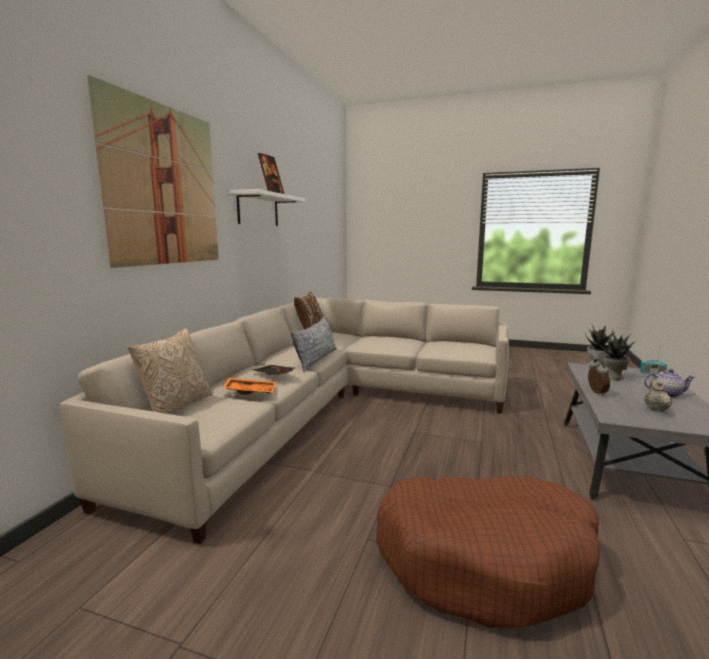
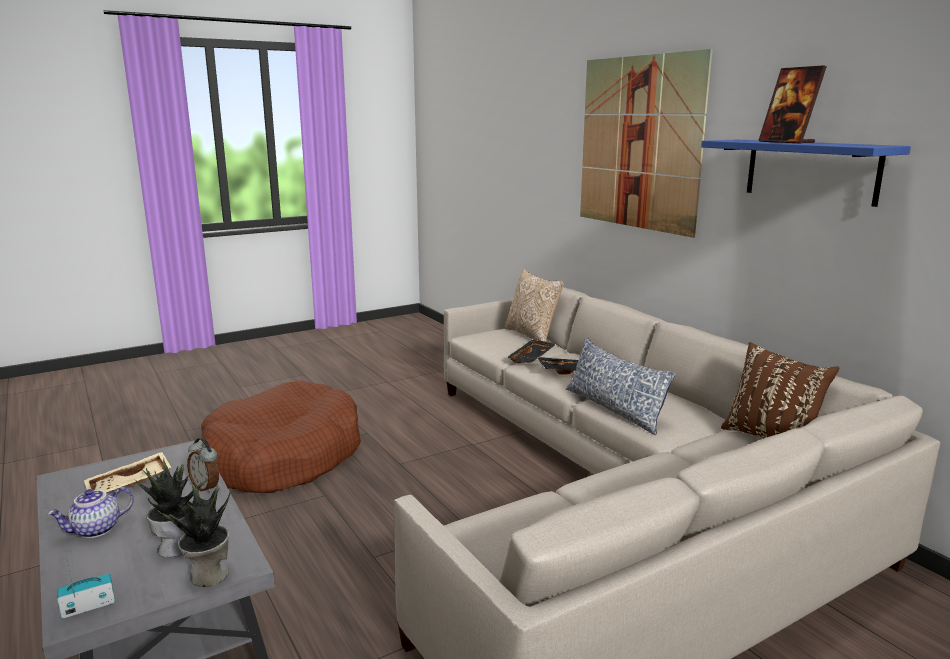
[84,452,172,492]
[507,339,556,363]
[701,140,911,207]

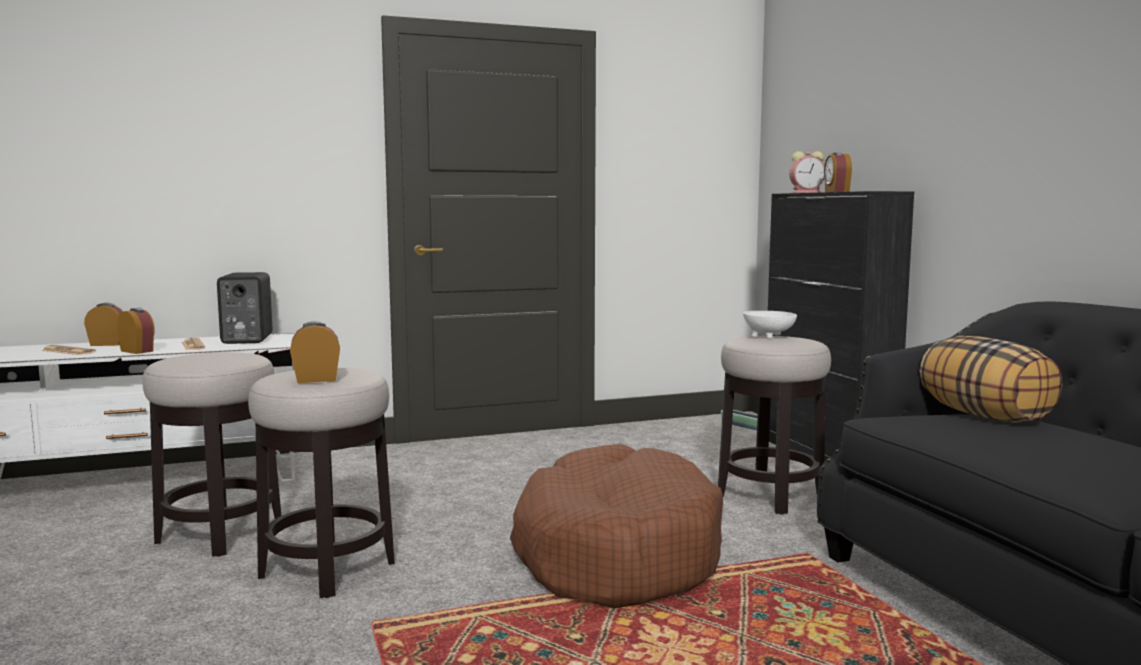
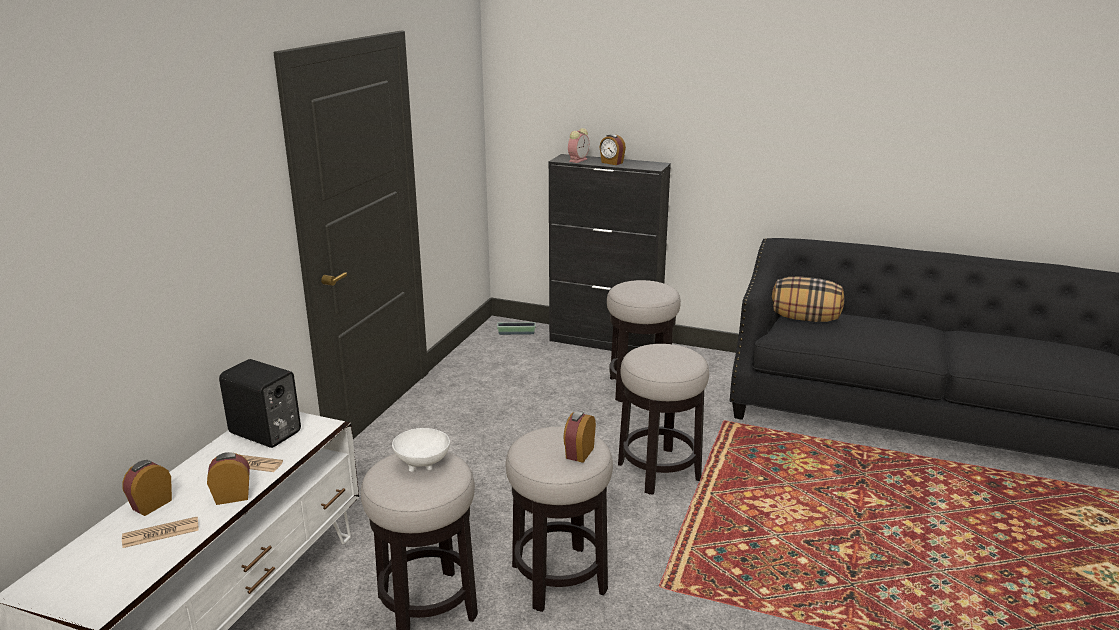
[392,428,450,472]
[618,344,709,495]

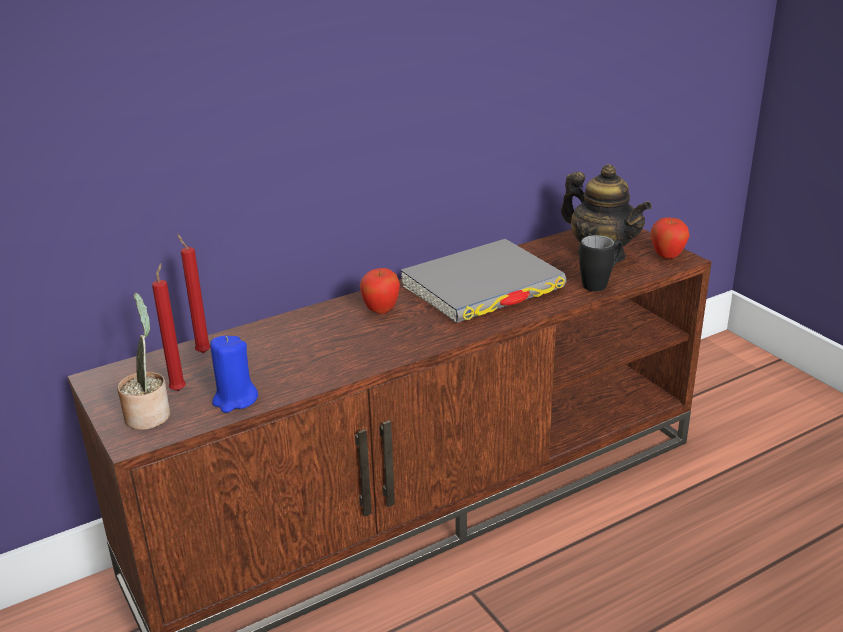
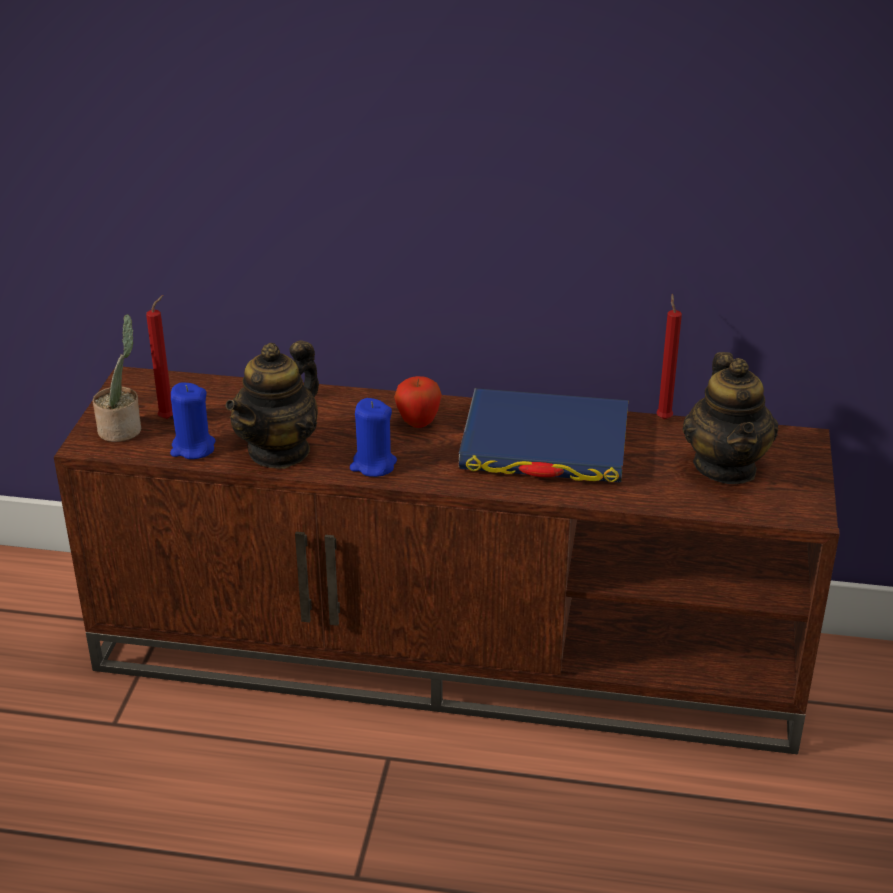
[225,340,319,469]
[350,398,397,477]
[459,388,628,483]
[656,294,682,419]
[579,235,623,291] (first image)
[651,217,690,259] (first image)

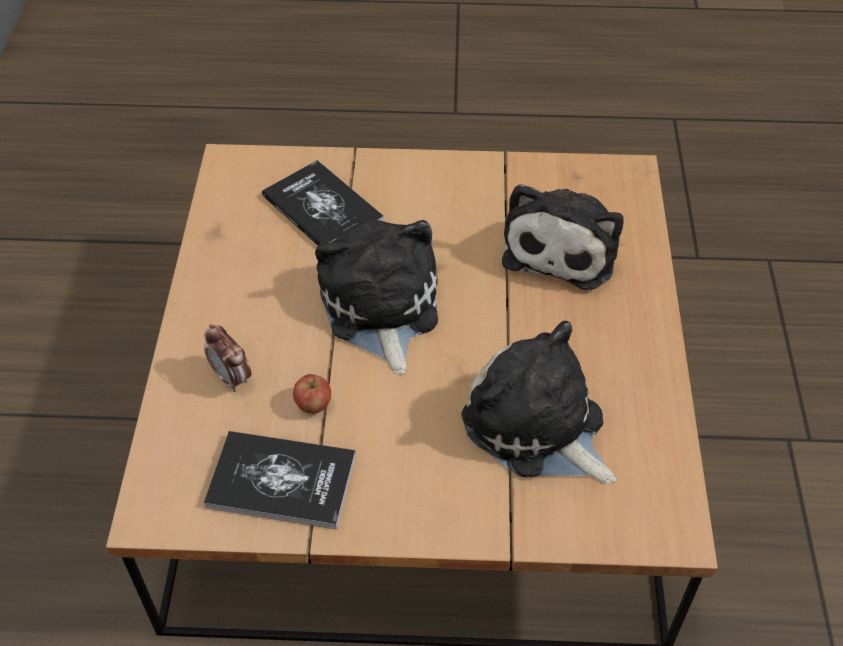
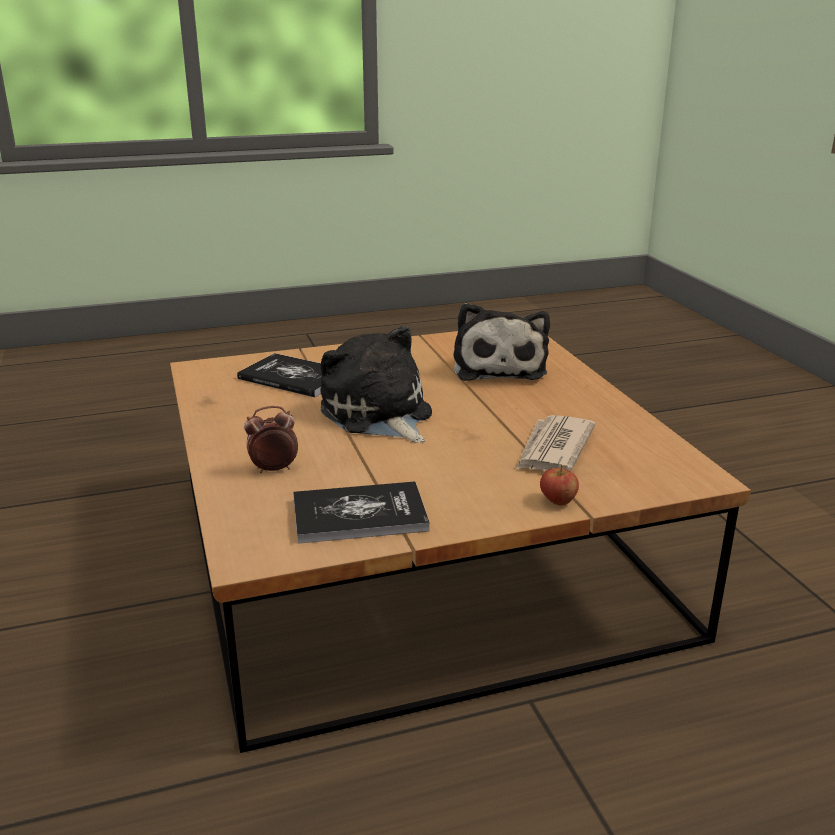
[244,406,298,473]
[516,415,596,471]
[540,465,579,506]

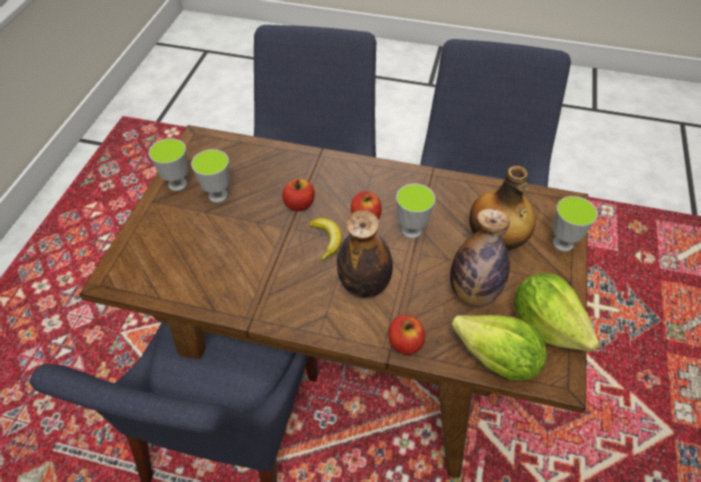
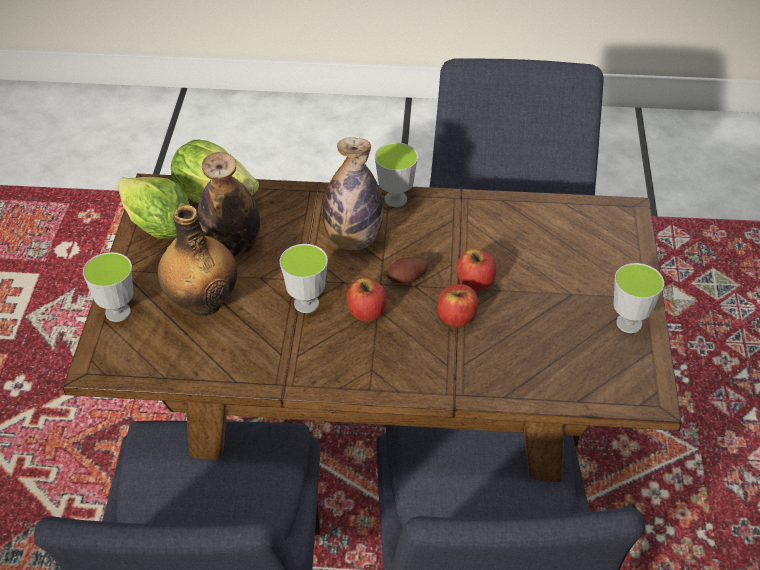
[375,142,418,207]
[387,257,429,283]
[457,249,496,291]

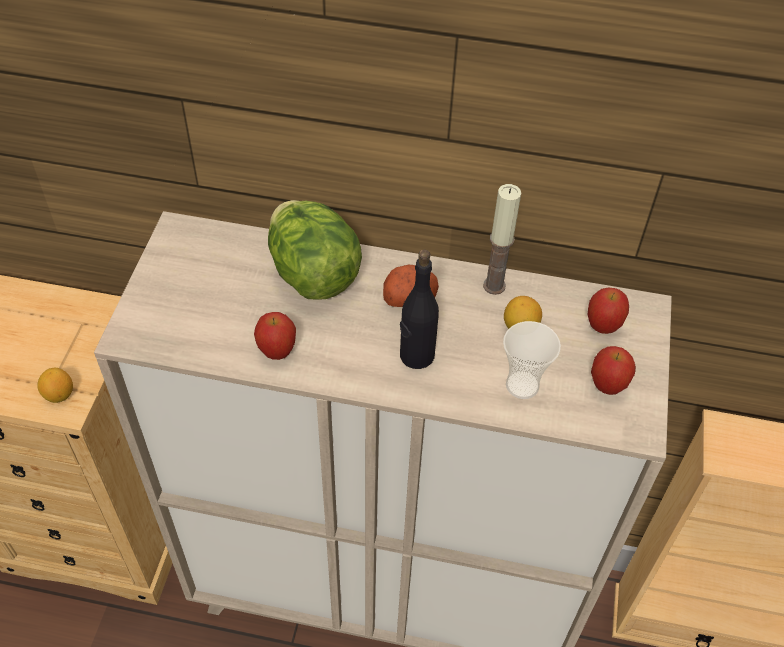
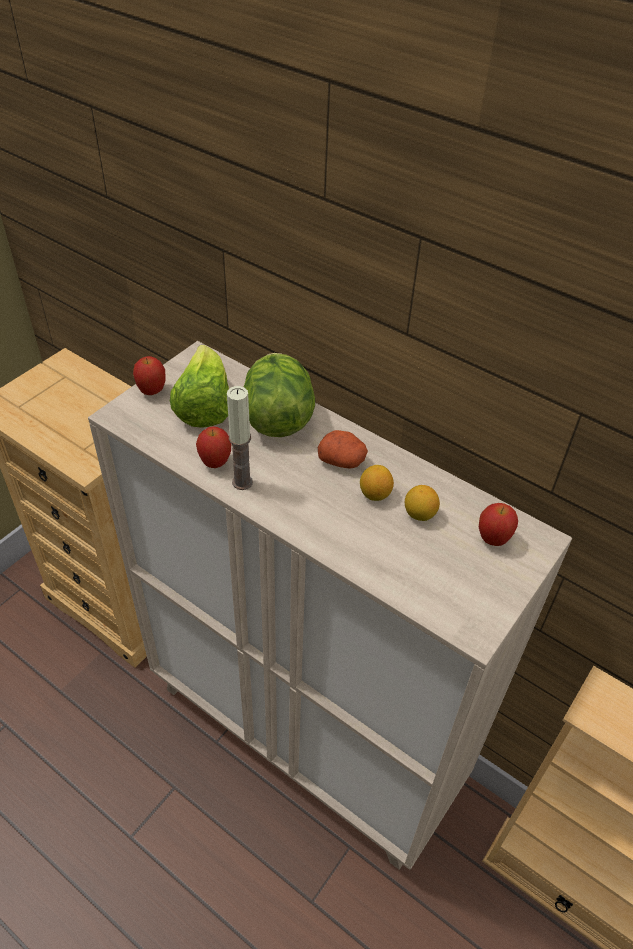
[133,356,166,395]
[170,345,229,428]
[227,386,253,490]
[360,465,394,501]
[400,250,439,369] (first image)
[503,321,561,399] (first image)

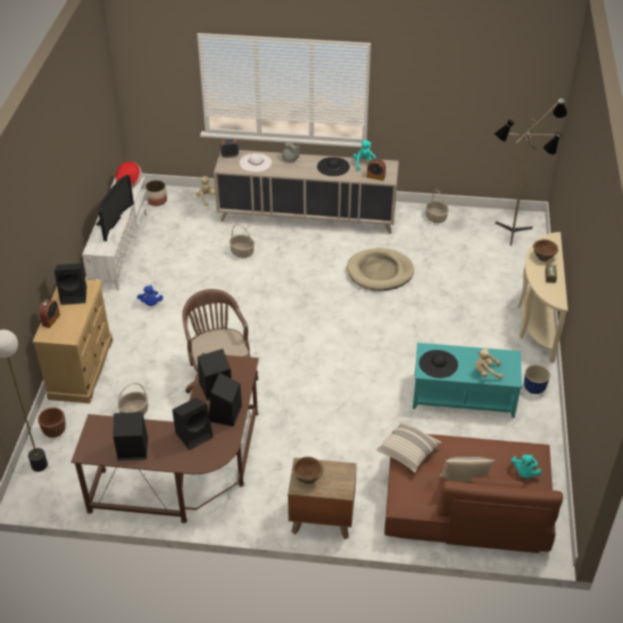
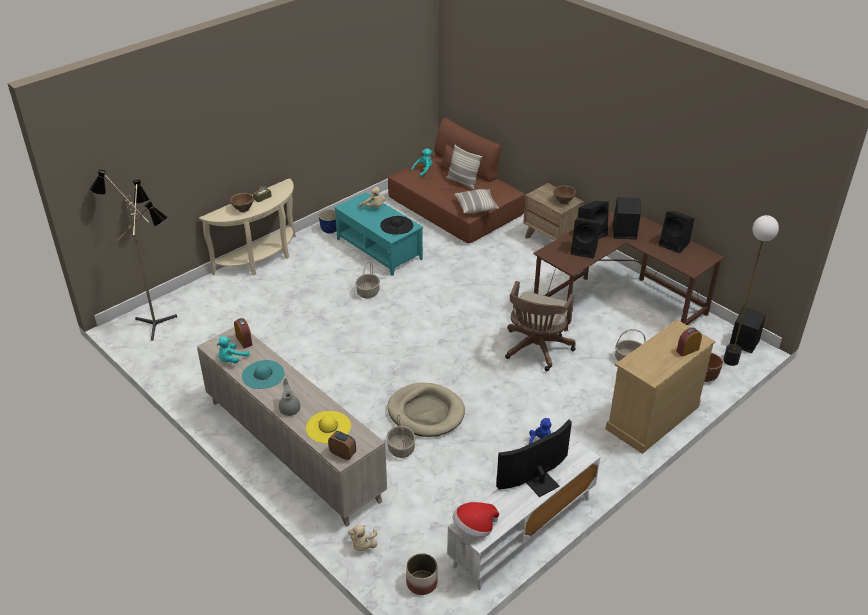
[242,360,285,389]
[306,411,351,443]
[355,262,380,298]
[388,382,465,437]
[730,306,766,353]

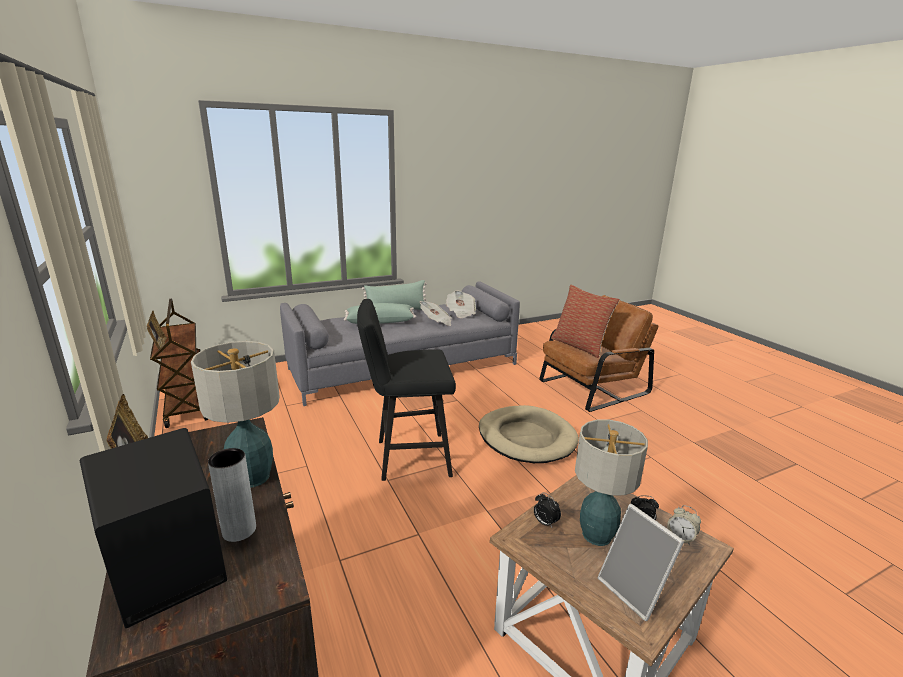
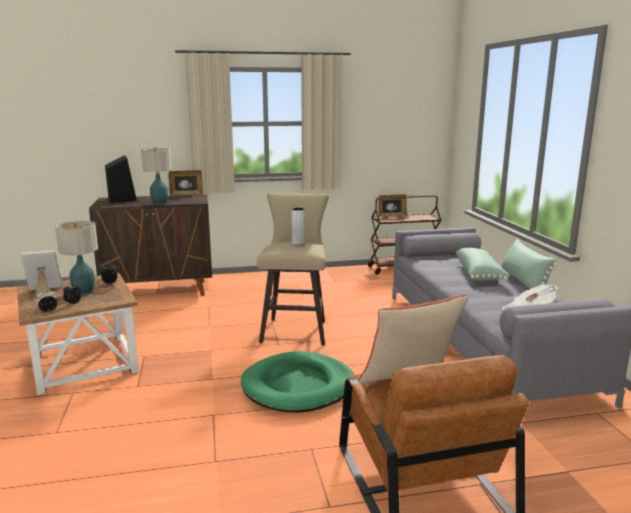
[241,351,354,413]
[257,193,329,345]
[291,208,305,245]
[420,301,452,326] (first image)

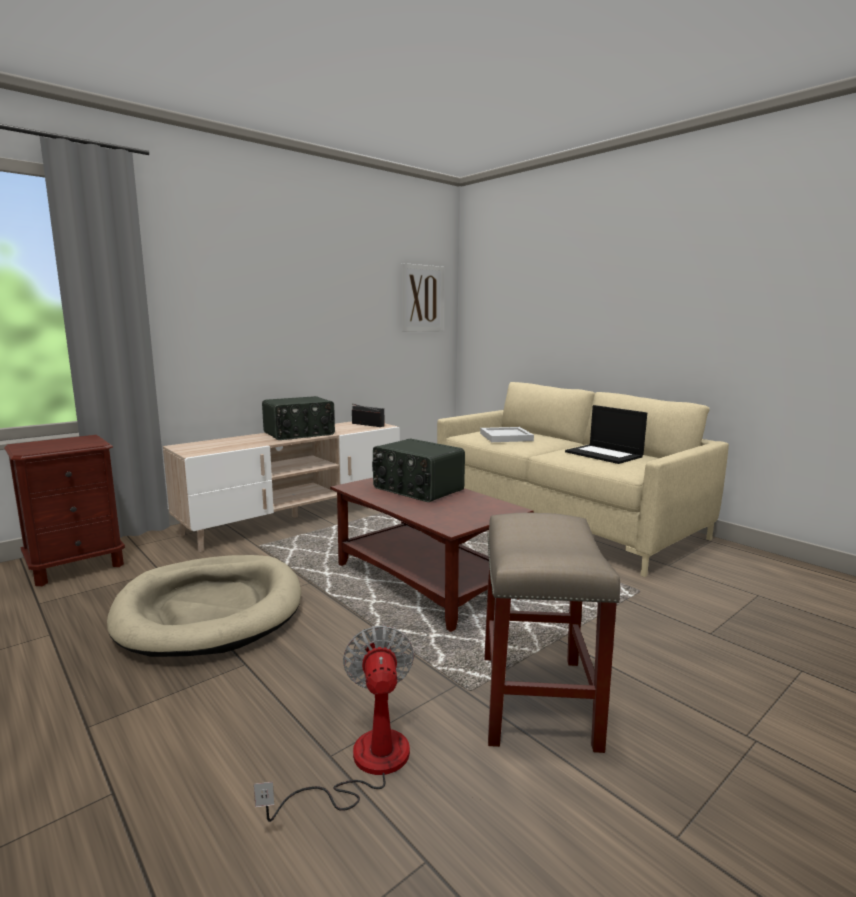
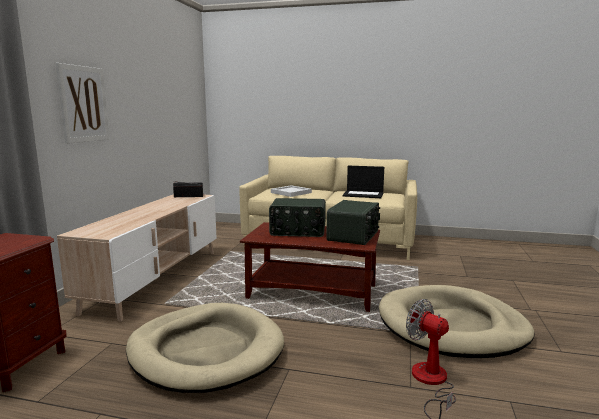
[56,63,109,144]
[326,200,380,245]
[379,285,534,358]

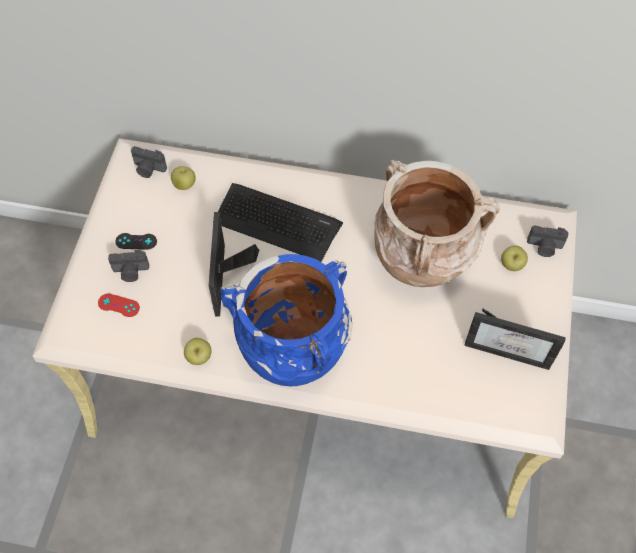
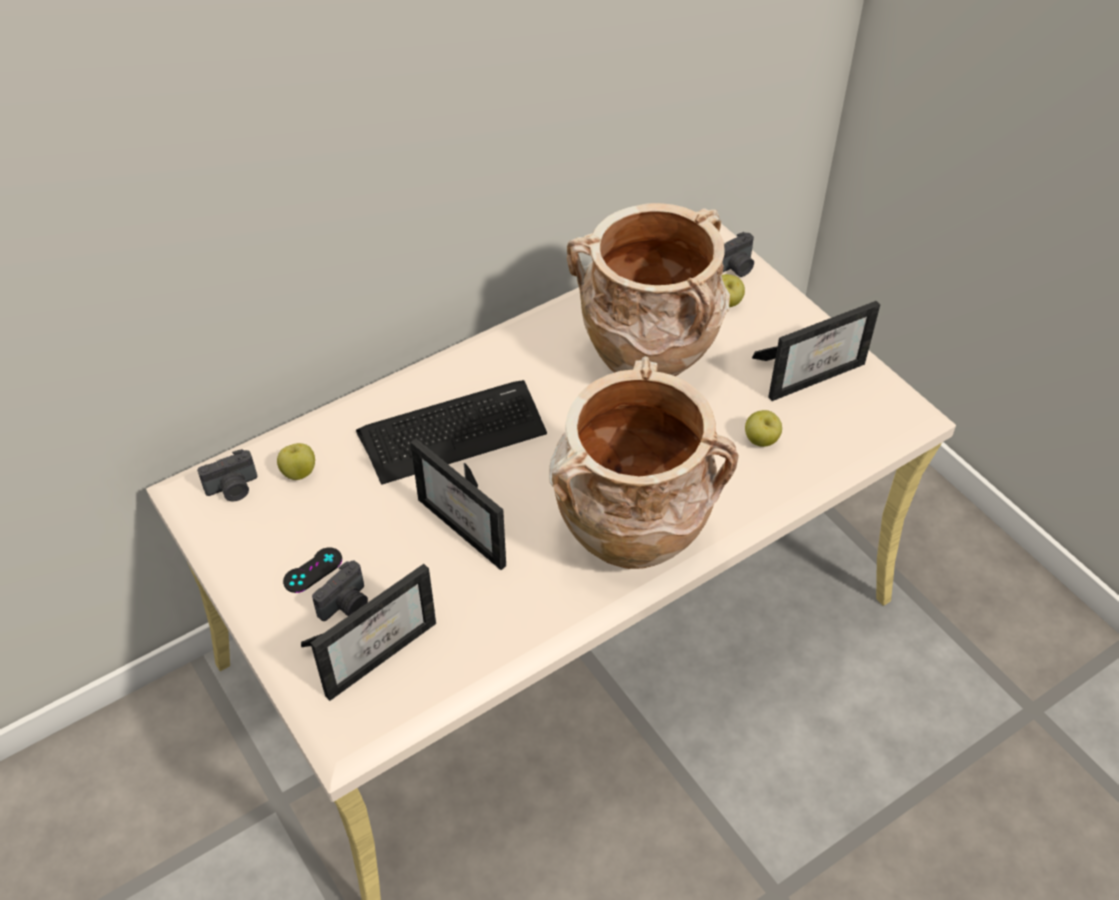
[301,564,436,701]
[549,356,739,569]
[745,410,782,447]

